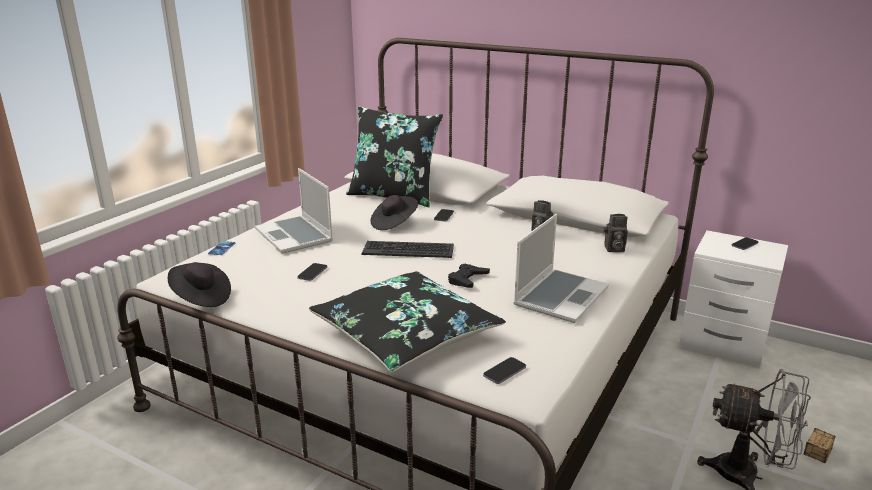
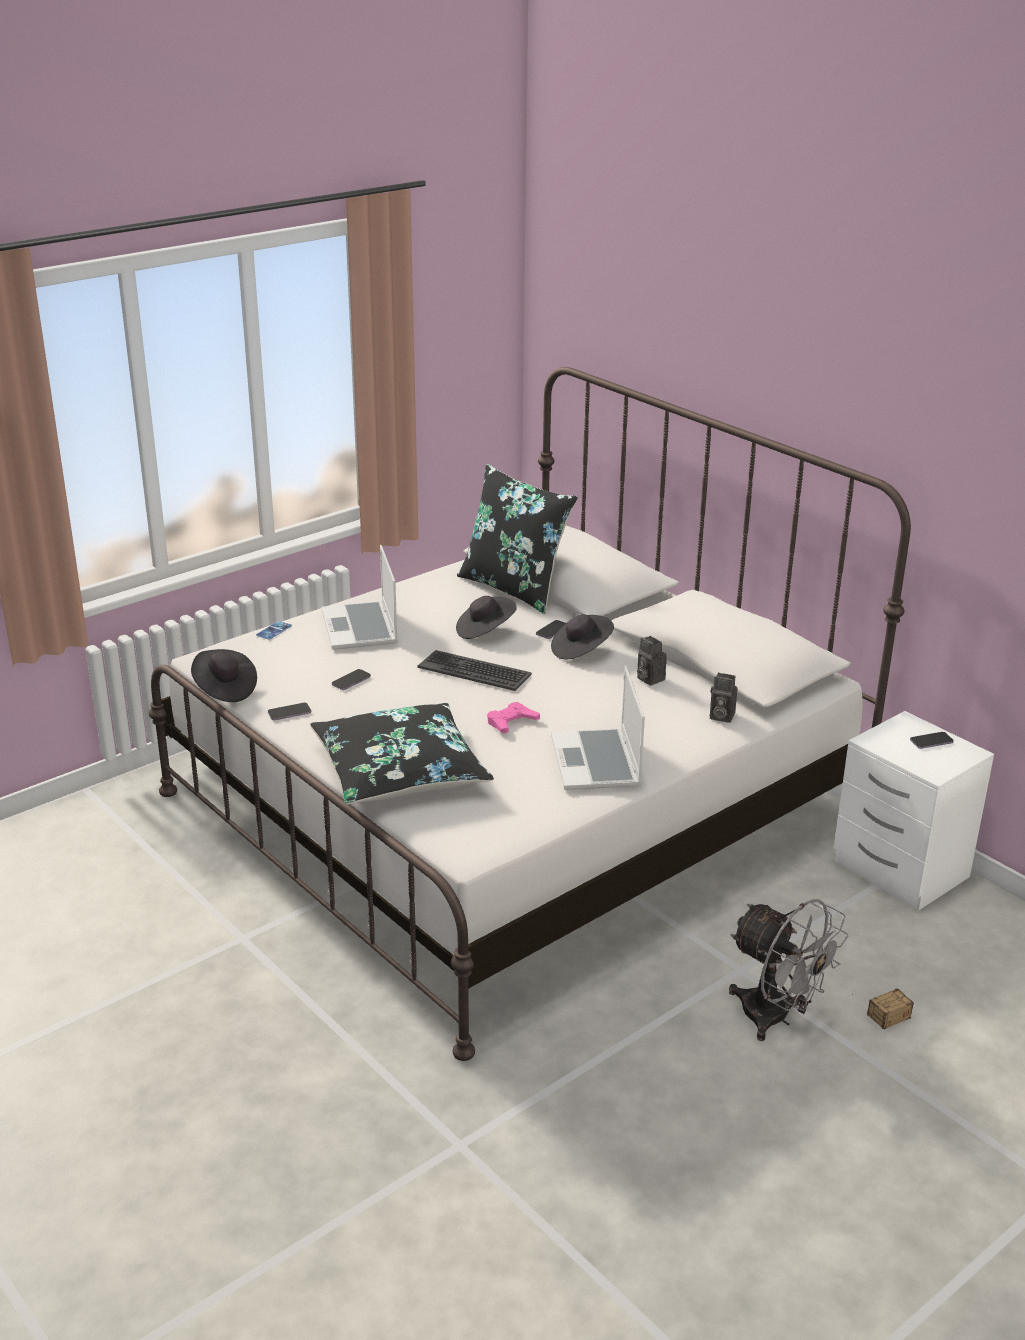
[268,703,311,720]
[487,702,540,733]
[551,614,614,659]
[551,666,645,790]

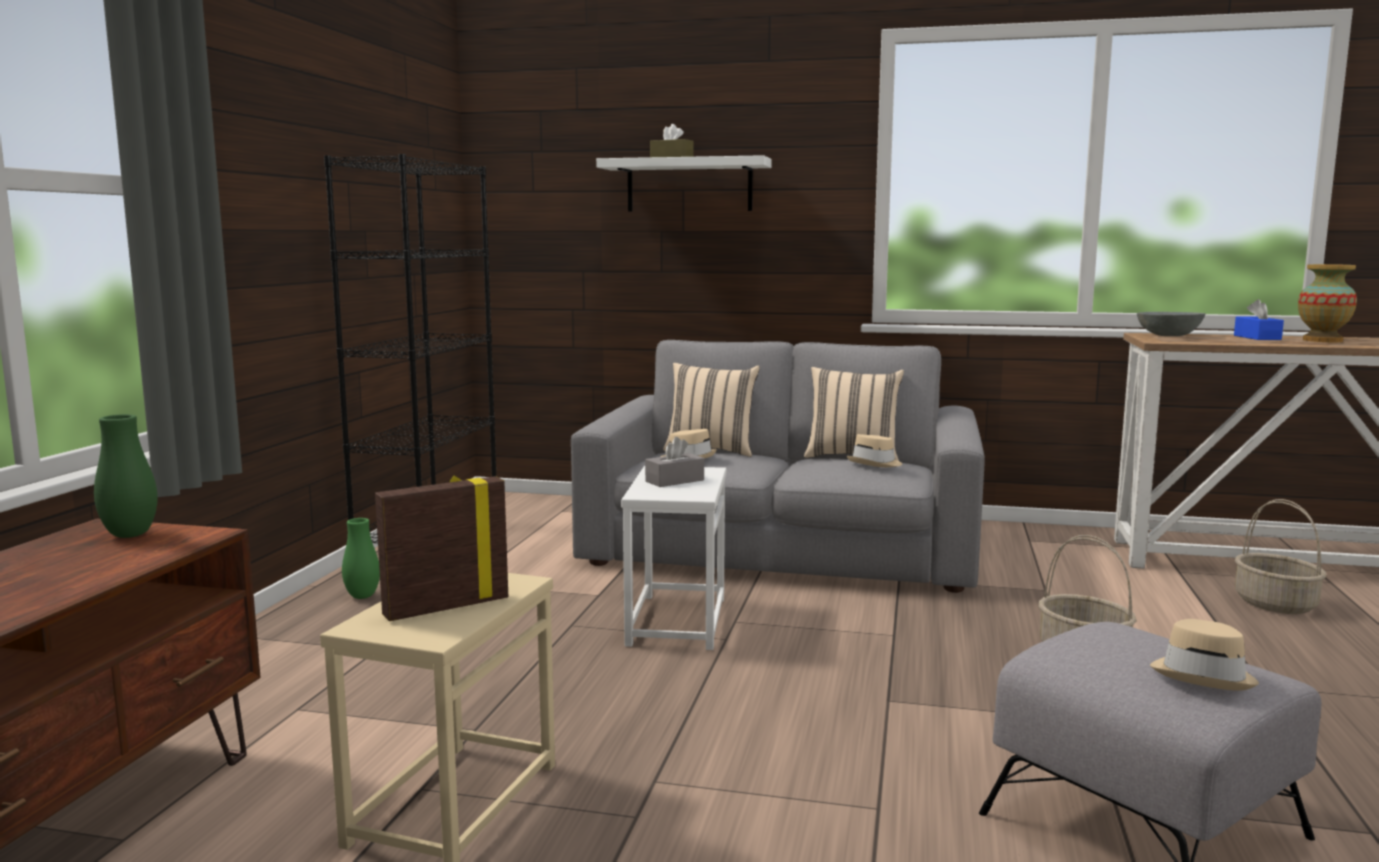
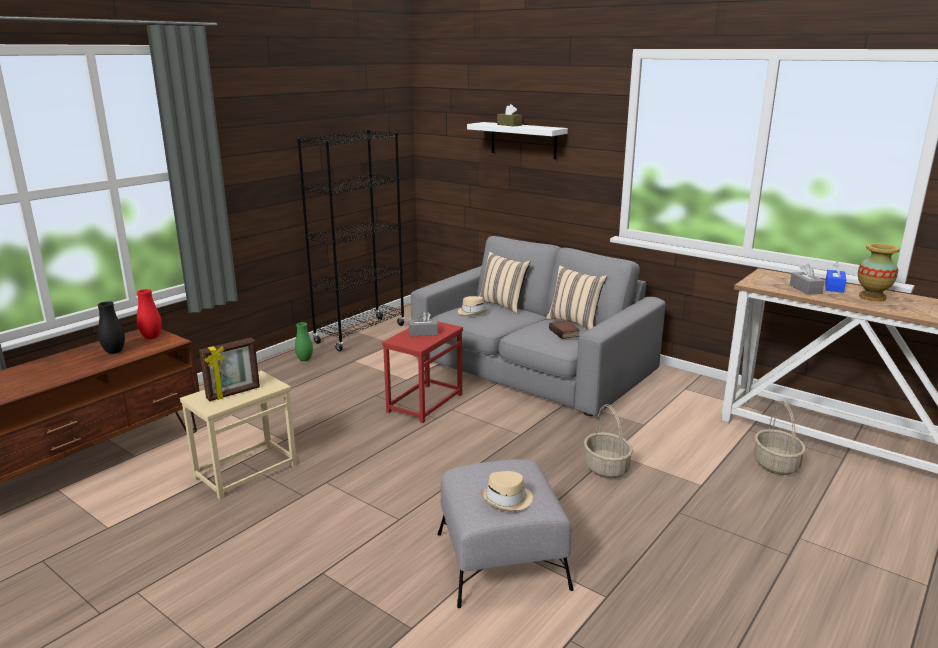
[98,301,125,354]
[137,289,162,339]
[199,337,260,401]
[382,321,463,423]
[549,321,580,339]
[790,264,825,295]
[1137,312,1206,336] (first image)

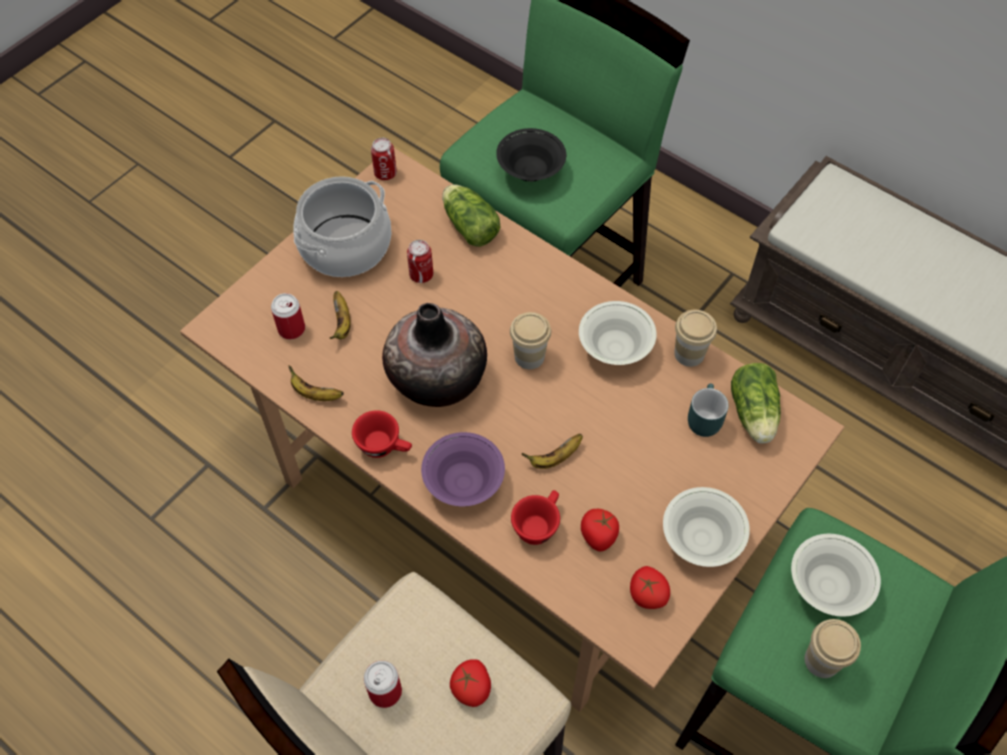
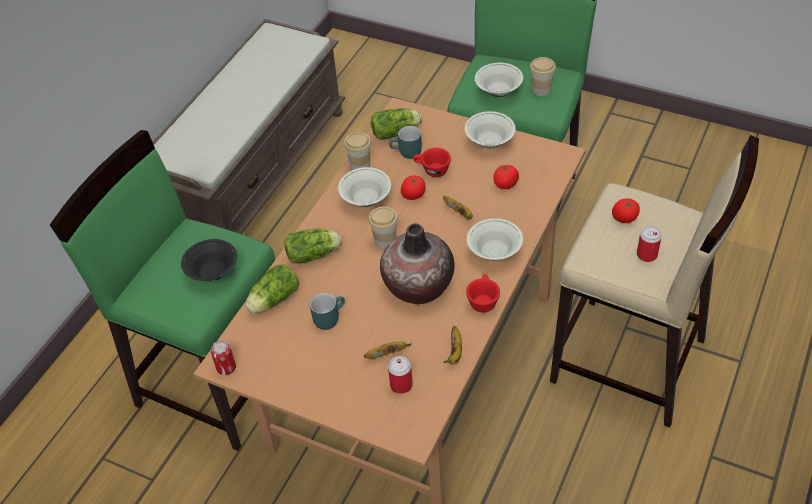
[284,228,342,264]
[310,293,345,330]
[401,175,426,200]
[413,148,451,177]
[467,218,523,261]
[293,176,392,277] (first image)

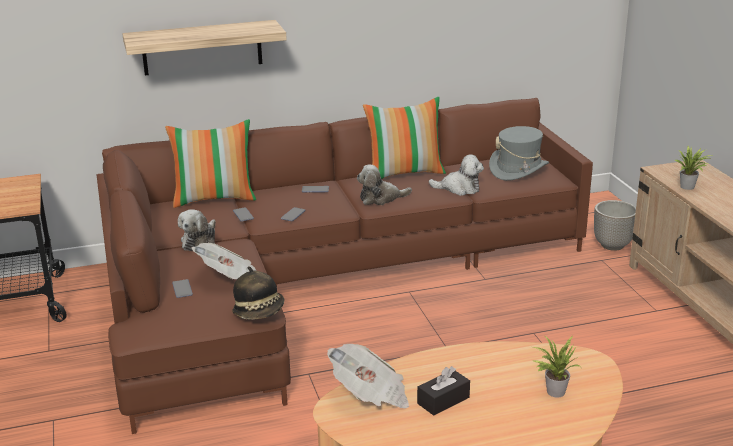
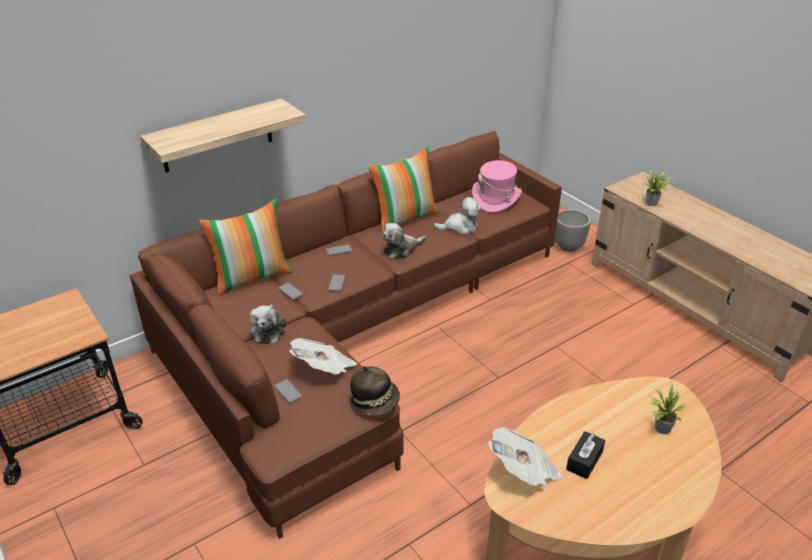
[472,160,522,212]

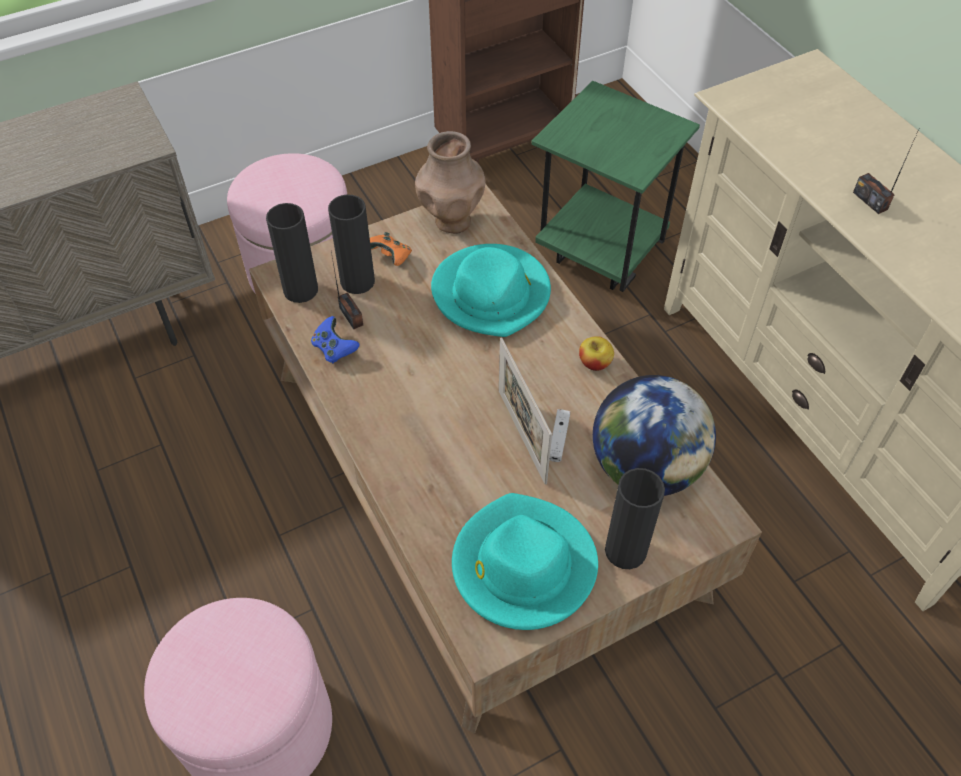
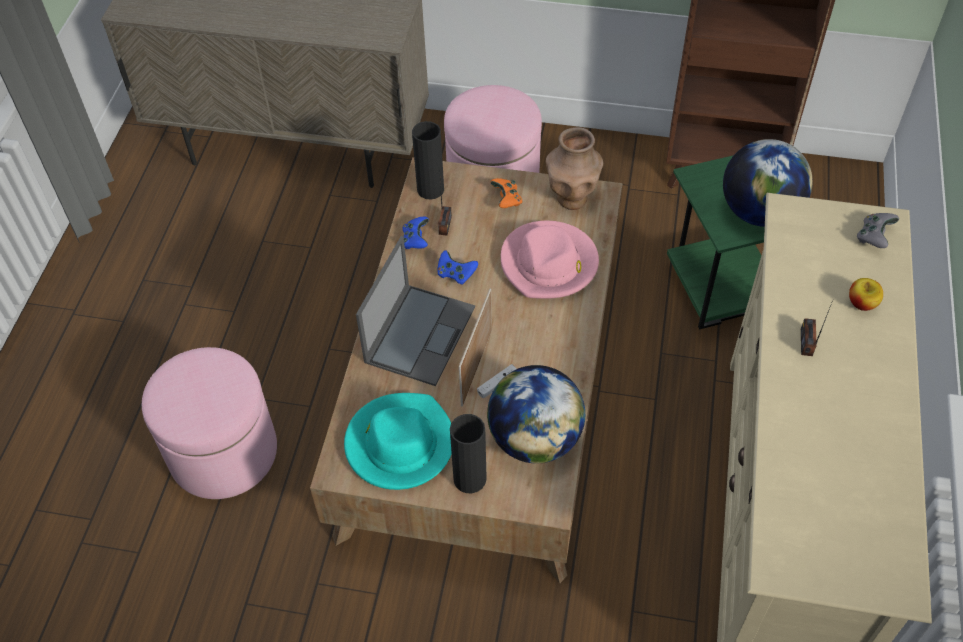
[356,236,475,386]
[438,250,478,285]
[501,221,599,299]
[723,139,813,227]
[849,278,883,311]
[857,213,899,248]
[328,194,375,294] (first image)

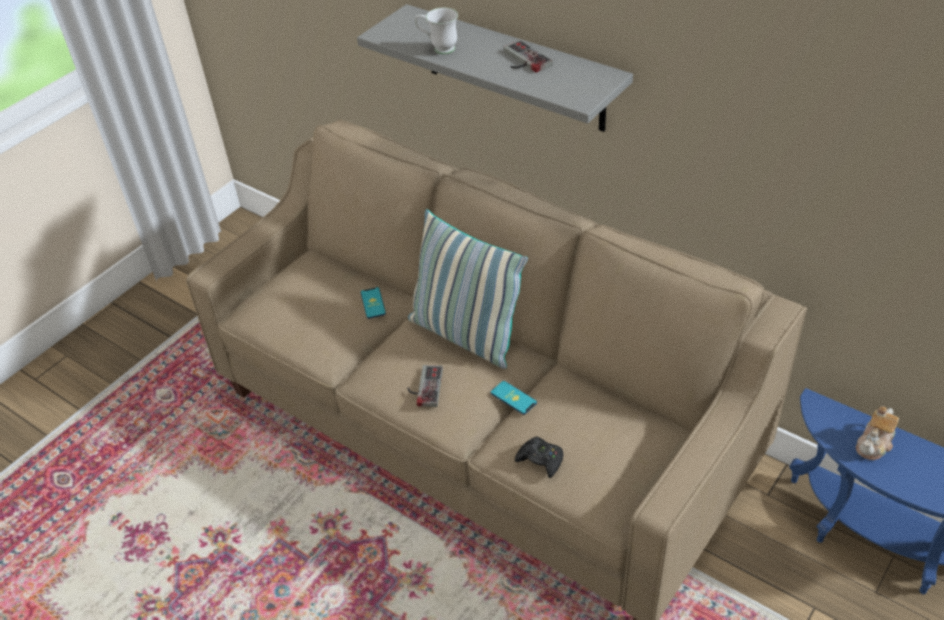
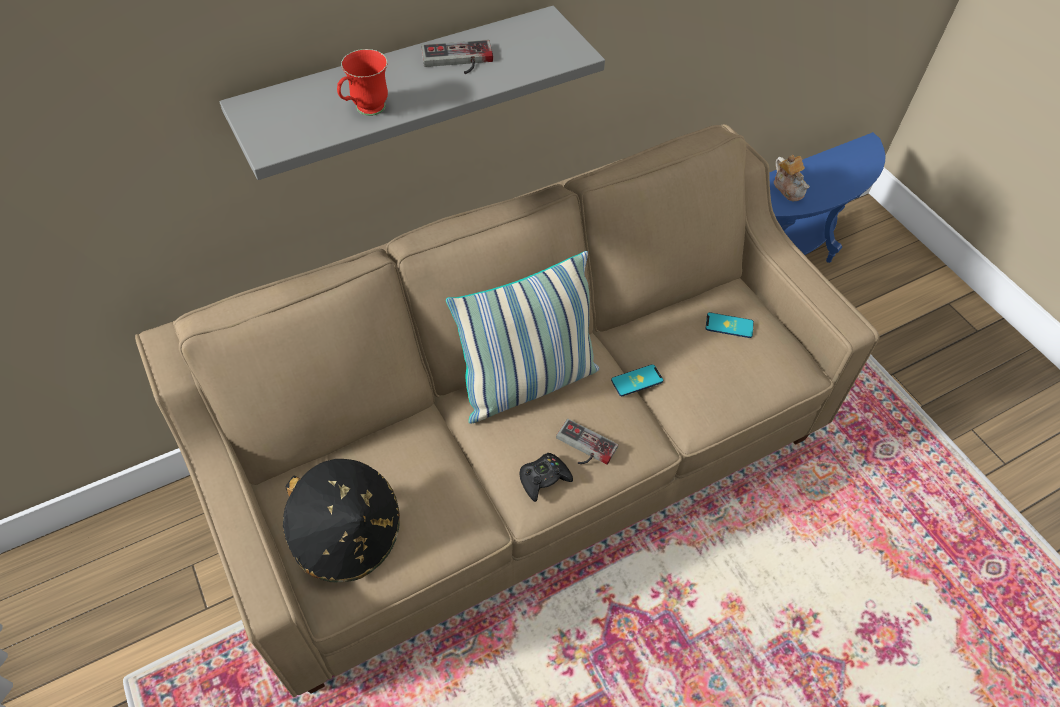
[283,459,400,582]
[337,49,388,116]
[519,453,573,502]
[706,312,754,338]

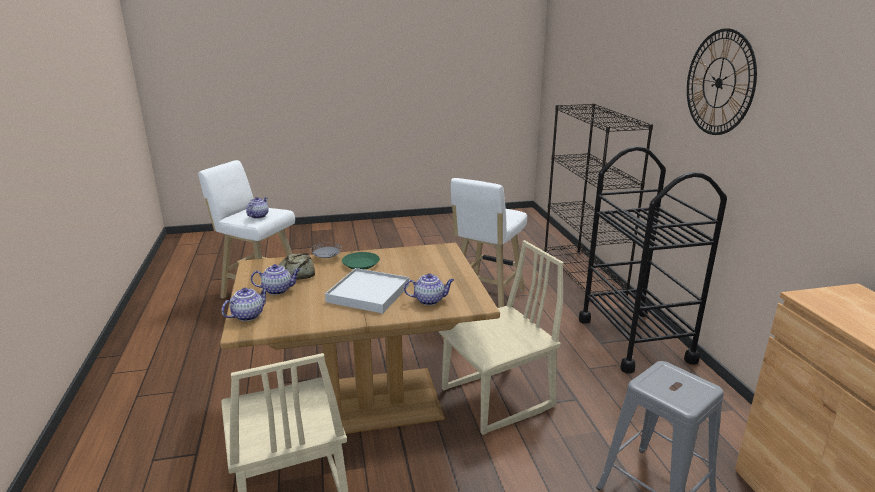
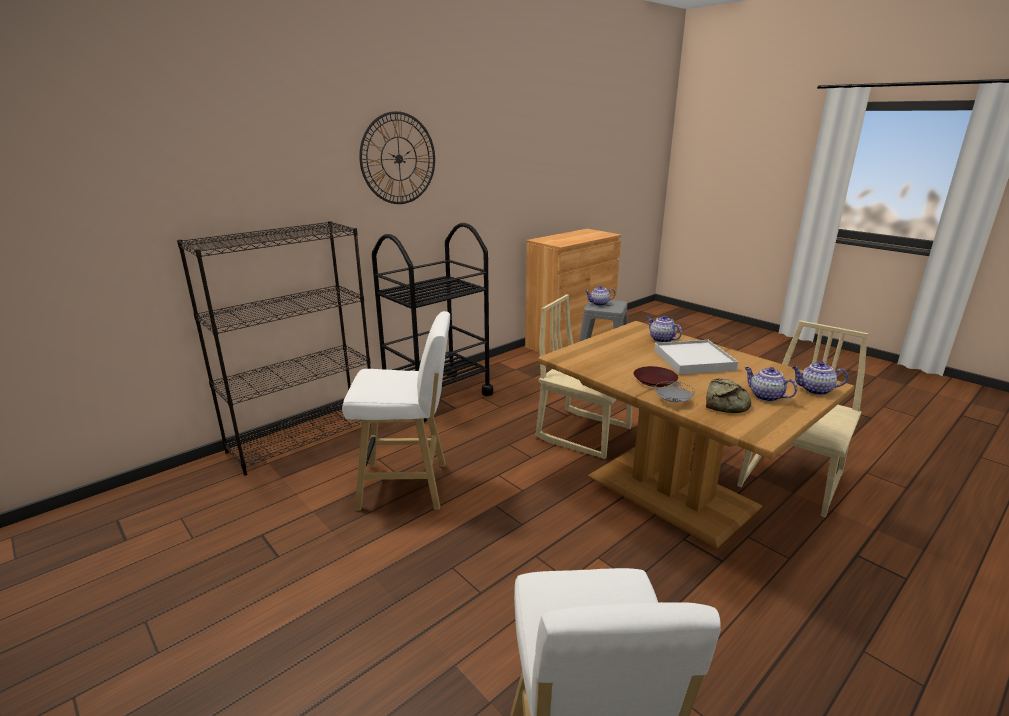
[585,286,615,306]
[634,366,678,387]

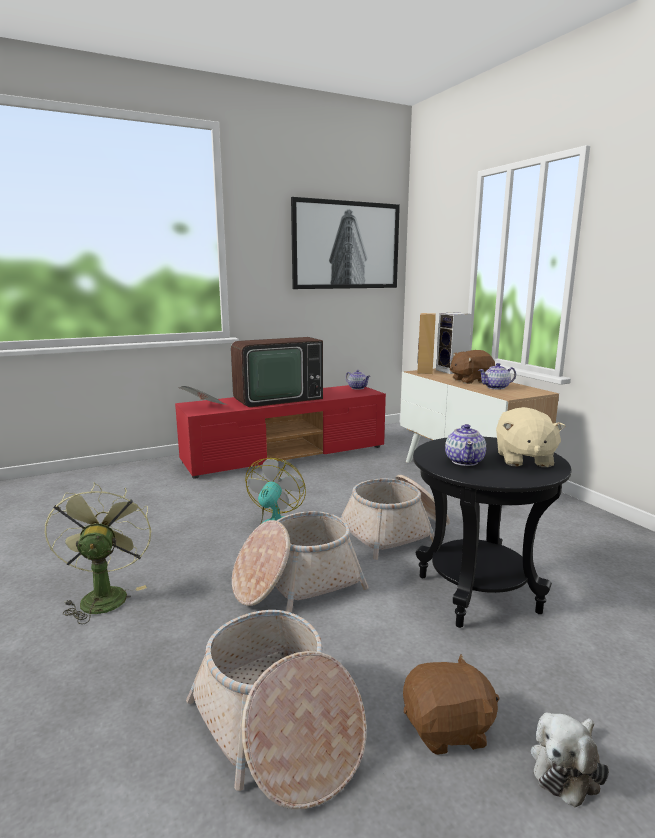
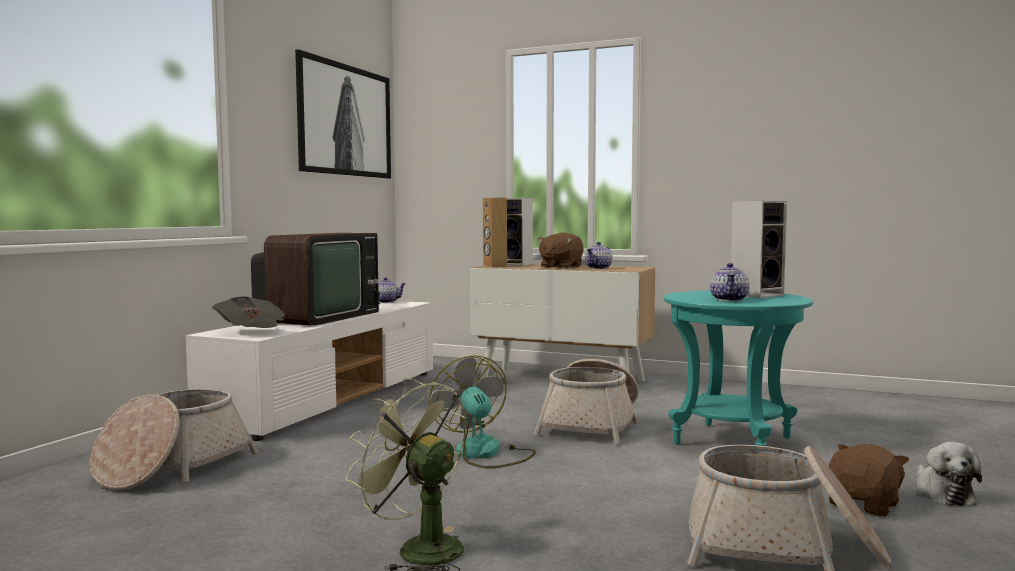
[90,389,258,490]
[186,301,433,441]
[663,291,813,446]
[710,263,750,301]
[731,201,787,298]

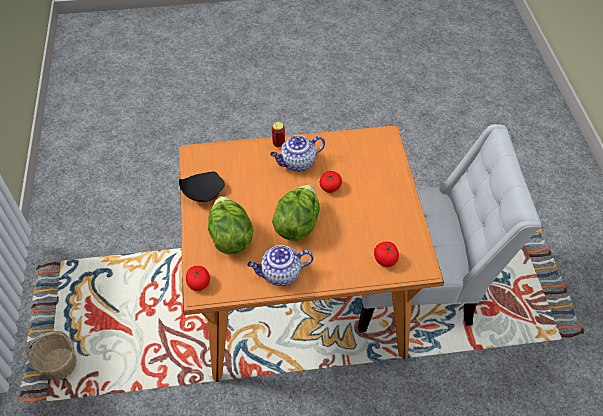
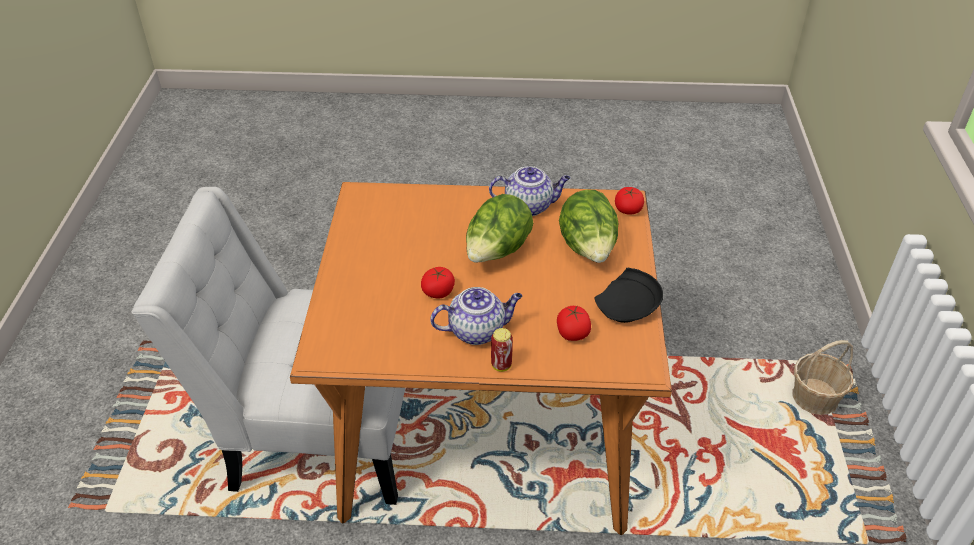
[557,306,591,341]

